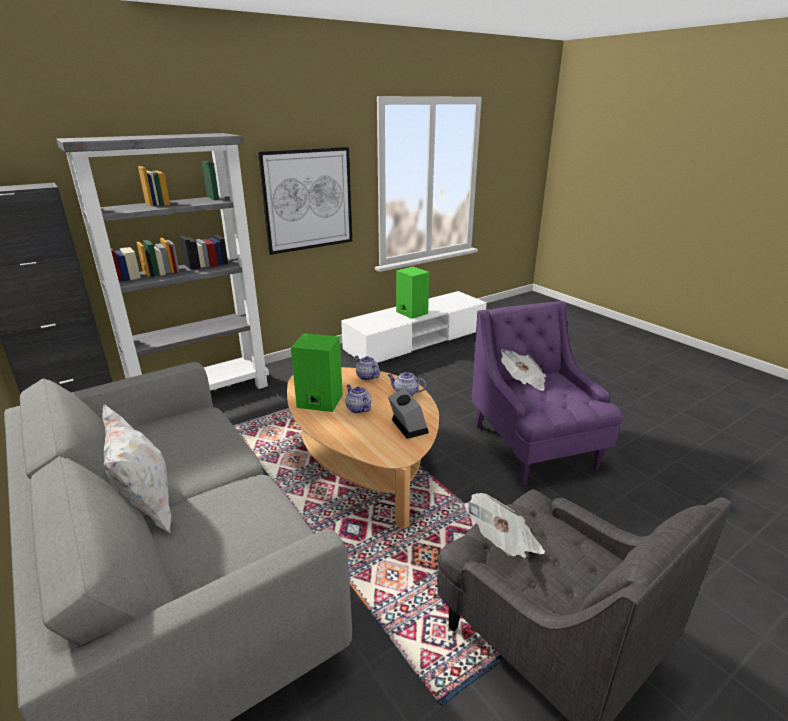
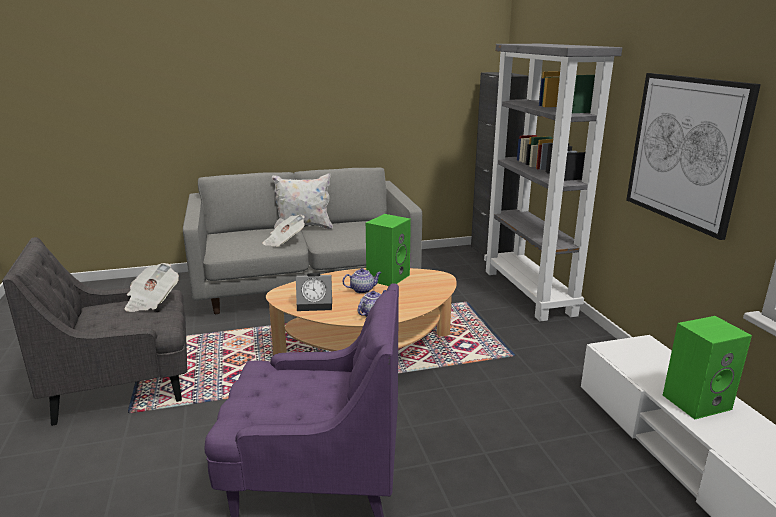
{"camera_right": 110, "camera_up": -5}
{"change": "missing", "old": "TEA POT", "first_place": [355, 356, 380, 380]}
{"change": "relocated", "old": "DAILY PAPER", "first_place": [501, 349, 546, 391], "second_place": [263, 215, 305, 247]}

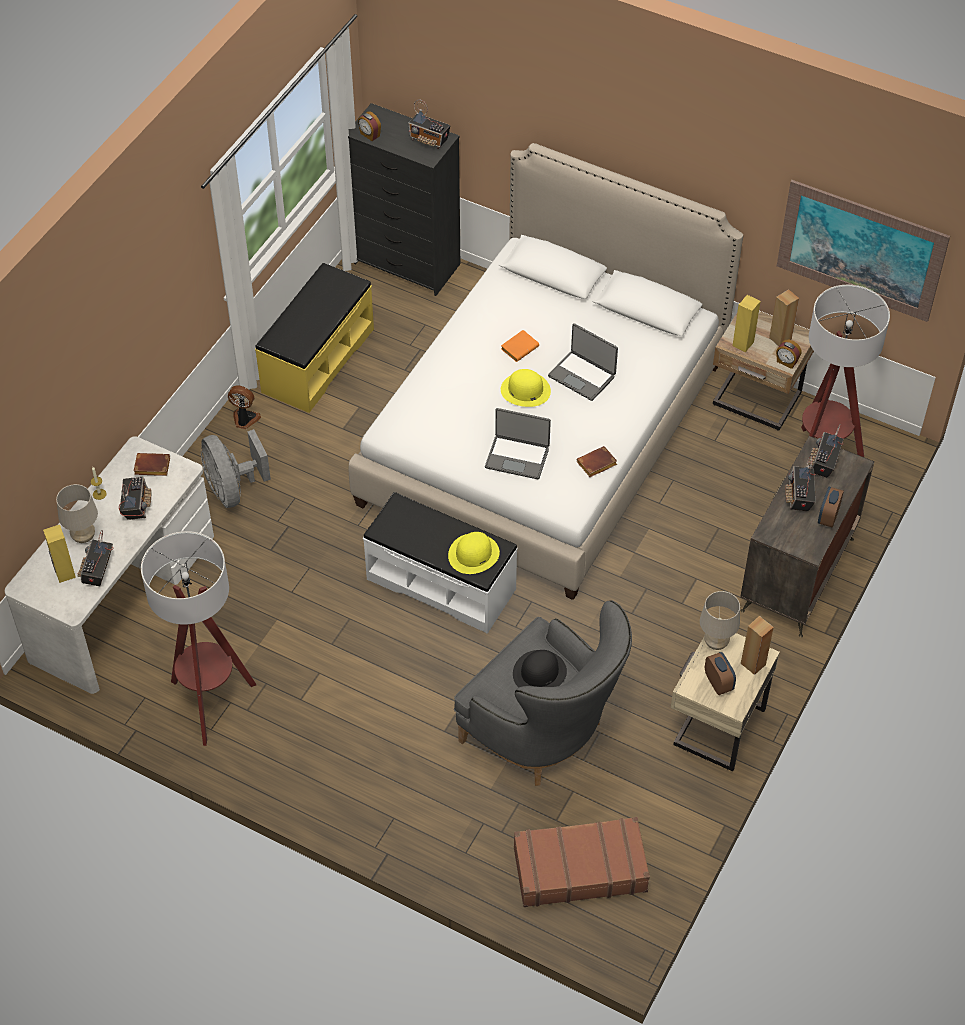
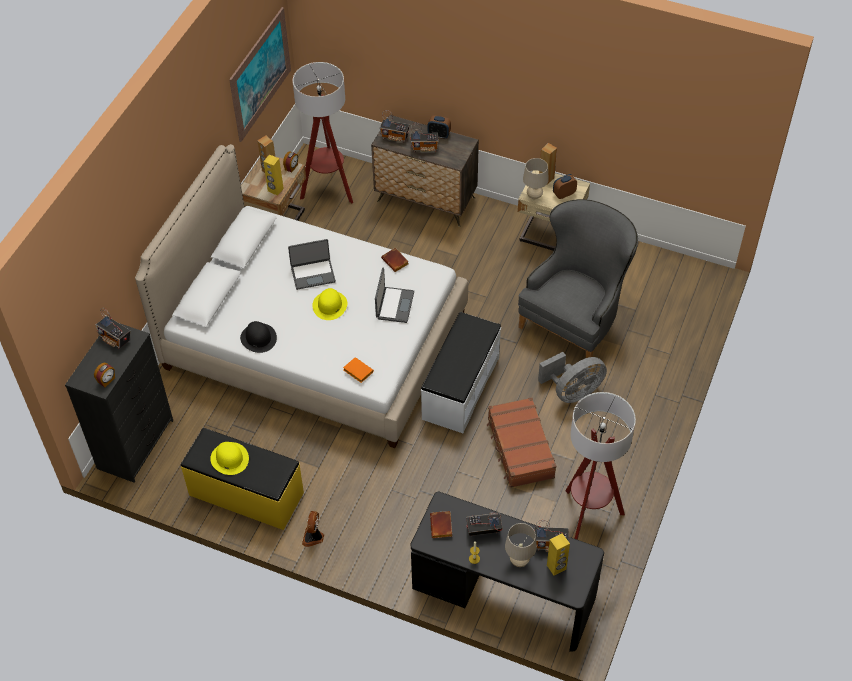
{"camera_right": -95, "camera_up": 0}
{"change": "colour", "old": "WHITE DESK UNIT", "new": "BLACK DESK UNIT", "first_place": [5, 436, 214, 694], "second_place": [411, 492, 604, 652]}
{"change": "relocated", "old": "GREYISH ELECTRIC FAN", "first_place": [201, 429, 271, 508], "second_place": [538, 352, 607, 403]}
{"change": "spun", "old": "RADIO RECEIVER", "first_place": [408, 99, 450, 149], "second_place": [96, 308, 130, 349], "degrees": 105}
{"change": "relocated", "old": "YELLOWISH HAT", "first_place": [448, 532, 500, 574], "second_place": [210, 442, 249, 475]}
{"change": "relocated", "old": "ORANGE-COLOURED BOUND BOOK", "first_place": [501, 330, 539, 362], "second_place": [343, 357, 374, 383]}
{"change": "relocated", "old": "BLACK HAT", "first_place": [513, 650, 567, 688], "second_place": [240, 321, 277, 353]}
{"change": "relocated", "old": "BROWN-COLOURED PIECE OF LUGGAGE", "first_place": [514, 817, 650, 907], "second_place": [487, 397, 556, 488]}
{"change": "spun", "old": "LAPTOP", "first_place": [548, 323, 618, 401], "second_place": [288, 239, 336, 290], "degrees": 45}

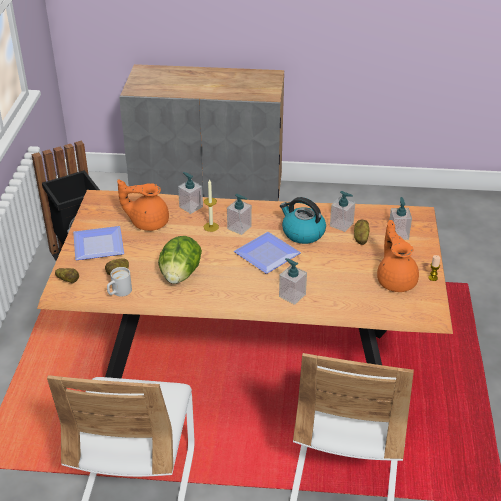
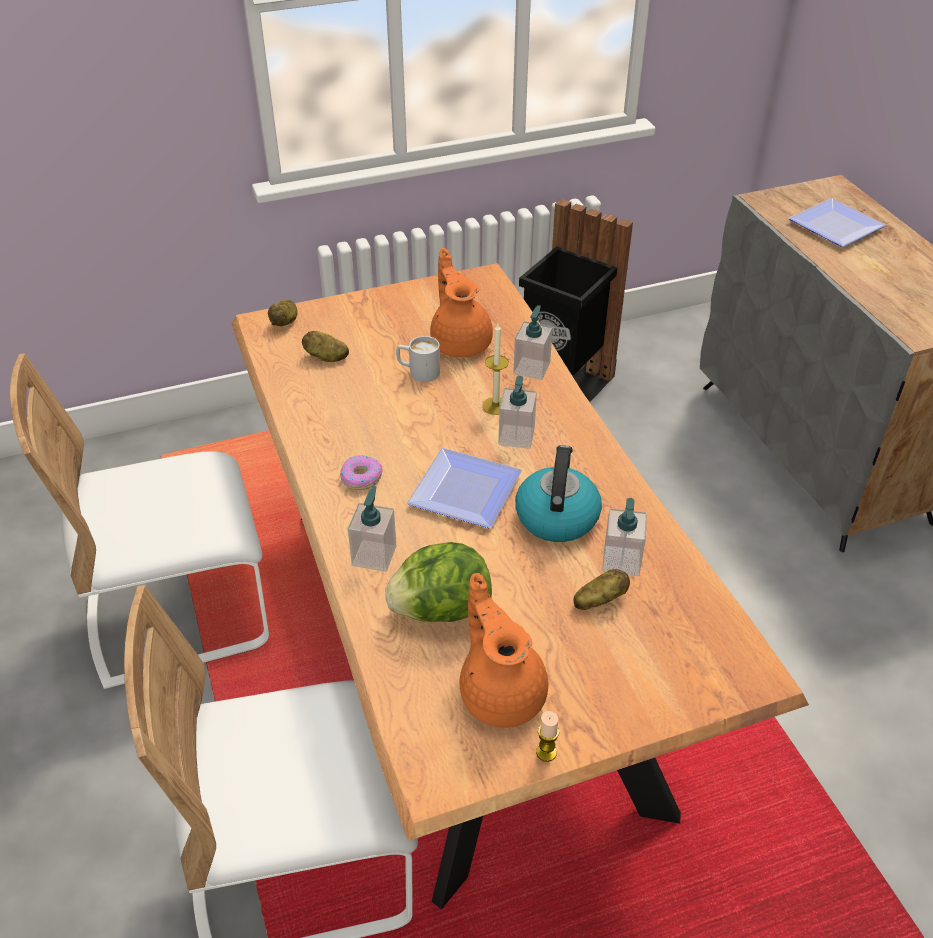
{"camera_right": 65, "camera_up": 5}
{"change": "relocated", "old": "PLATE", "first_place": [73, 226, 124, 260], "second_place": [788, 198, 886, 247]}
{"change": "relocated", "old": "WHITE TEA MUG", "first_place": [107, 267, 132, 296], "second_place": [396, 336, 440, 382]}
{"change": "relocated", "old": "LETTUCE", "first_place": [158, 236, 202, 284], "second_place": [385, 542, 492, 622]}
{"change": "spun", "old": "ORANGE-COLOURED TEA POT", "first_place": [377, 220, 419, 292], "second_place": [460, 573, 549, 728], "degrees": -75}
{"change": "missing", "old": "SOAP DISPENSER", "first_place": [389, 197, 412, 240]}
{"change": "appeared", "new": "RING DOUGHNUT", "second_place": [340, 455, 383, 490]}

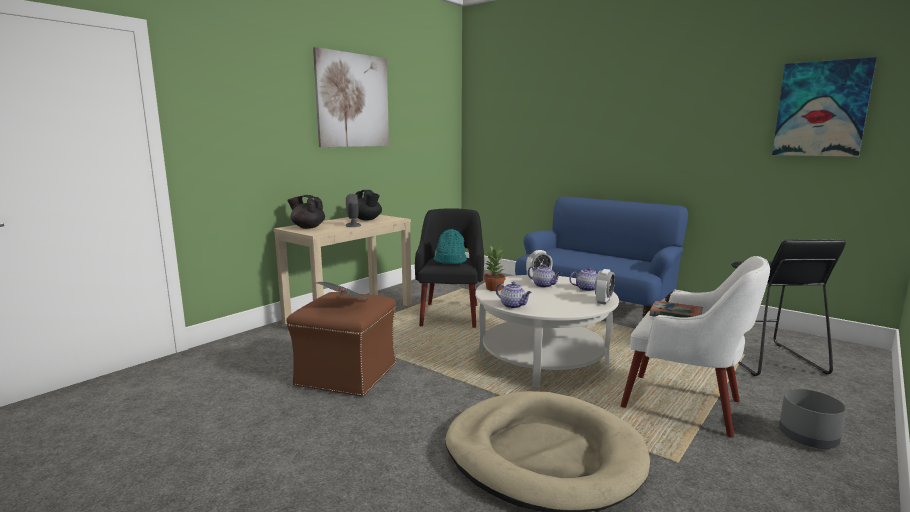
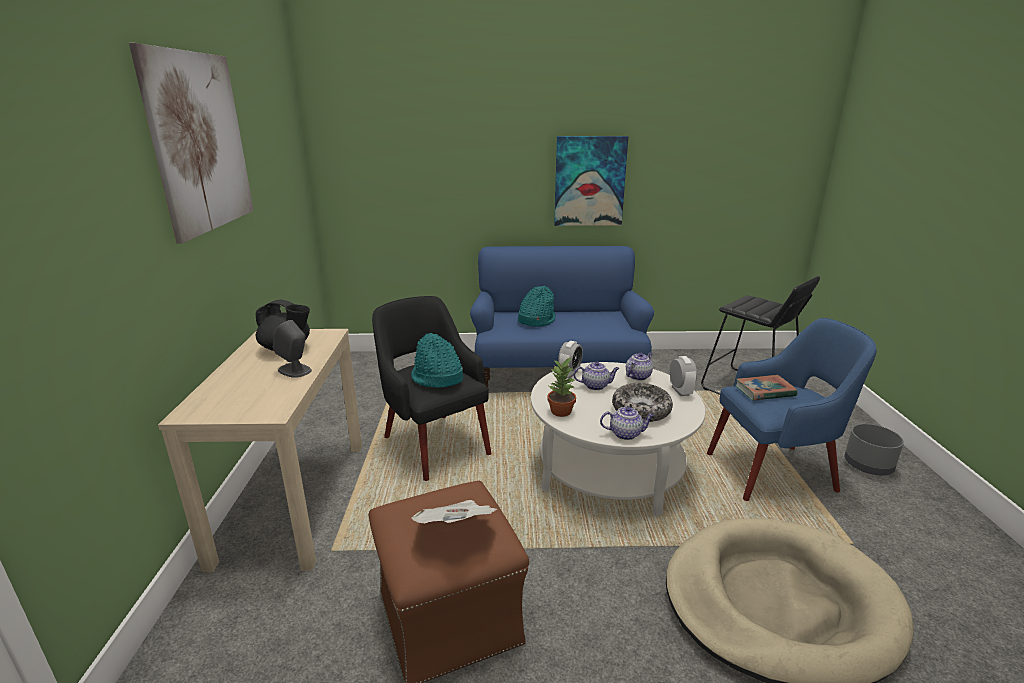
{"camera_right": -40, "camera_up": 10}
{"change": "missing", "old": "BLACK TEA POT", "first_place": [287, 195, 325, 229]}
{"change": "colour", "old": "WHITE ARMCHAIR", "new": "BLUE-COLOURED ARMCHAIR", "first_place": [620, 256, 770, 438], "second_place": [707, 318, 877, 501]}
{"change": "relocated", "old": "WALL ART", "first_place": [772, 57, 877, 157], "second_place": [554, 136, 628, 226]}
{"change": "appeared", "new": "BLUE-GREEN HAT", "second_place": [518, 286, 556, 327]}
{"change": "appeared", "new": "BOWL", "second_place": [612, 383, 673, 422]}

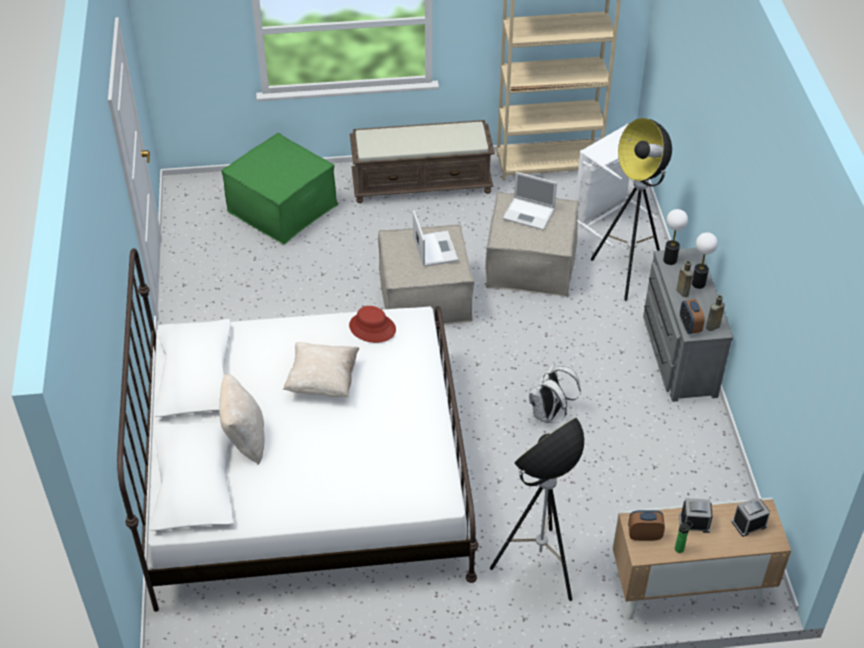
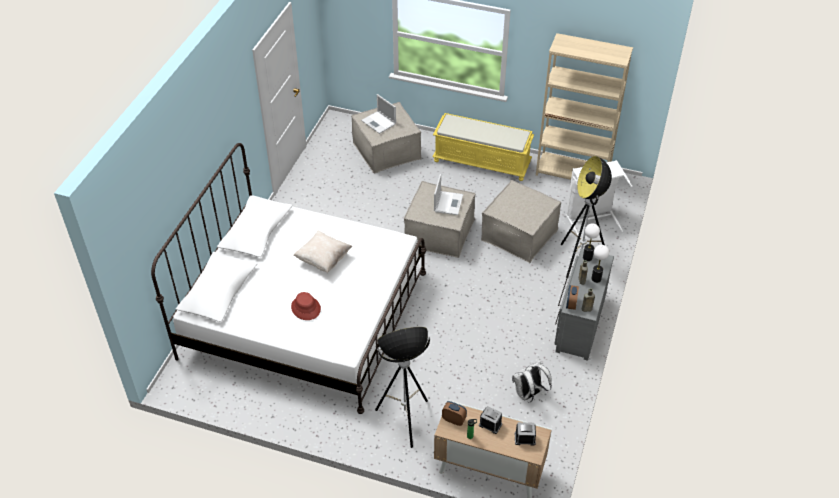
{"camera_right": 25, "camera_up": 0}
{"change": "missing", "old": "SAND-COLOURED THROW PILLOW", "first_place": [219, 373, 264, 465]}
{"change": "colour", "old": "GREENISH POUFFE", "new": "SAND-COLOURED POUFFE", "first_place": [221, 133, 338, 244], "second_place": [351, 102, 422, 173]}
{"change": "relocated", "old": "REDDISH HAT", "first_place": [349, 306, 396, 343], "second_place": [291, 292, 321, 320]}
{"change": "colour", "old": "BROWN-COLOURED INDOOR BENCH", "new": "YELLOWISH INDOOR BENCH", "first_place": [350, 120, 495, 203], "second_place": [433, 113, 534, 181]}
{"change": "relocated", "old": "LAPTOP", "first_place": [503, 172, 557, 230], "second_place": [361, 94, 396, 134]}
{"change": "relocated", "old": "WHITE KNAPSACK", "first_place": [529, 362, 581, 423], "second_place": [512, 360, 552, 402]}

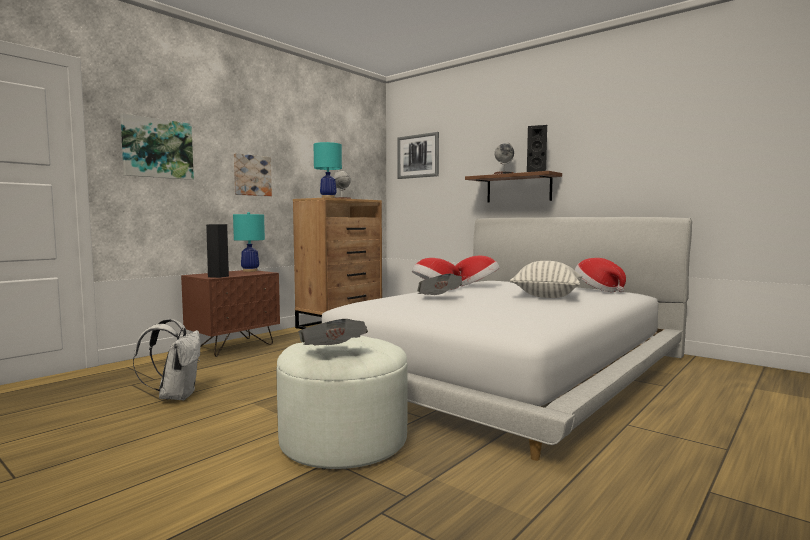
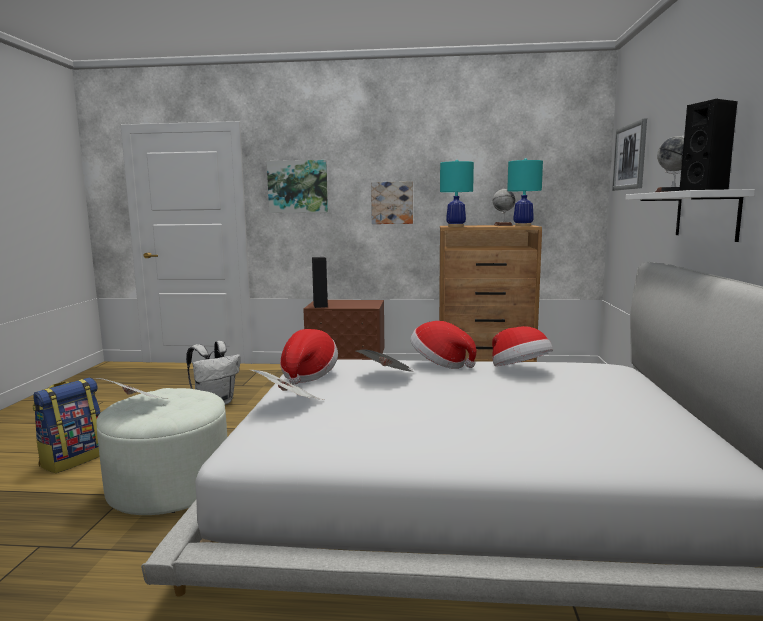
{"camera_right": 55, "camera_up": 5}
{"change": "relocated", "old": "BLUE-GREEN LAMP FOR A TABLE", "first_place": [233, 212, 265, 272], "second_place": [507, 158, 543, 227]}
{"change": "colour", "old": "BROWN-COLOURED SHELF", "new": "WHITE SHELF", "first_place": [465, 171, 562, 202], "second_place": [625, 189, 755, 242]}
{"change": "missing", "old": "THROW PILLOW", "first_place": [510, 261, 583, 298]}
{"change": "relocated", "old": "HAT", "first_place": [575, 258, 626, 292], "second_place": [280, 329, 338, 385]}
{"change": "appeared", "new": "KNAPSACK", "second_place": [32, 378, 101, 473]}
{"change": "appeared", "new": "DAILY PAPER", "second_place": [251, 370, 324, 400]}

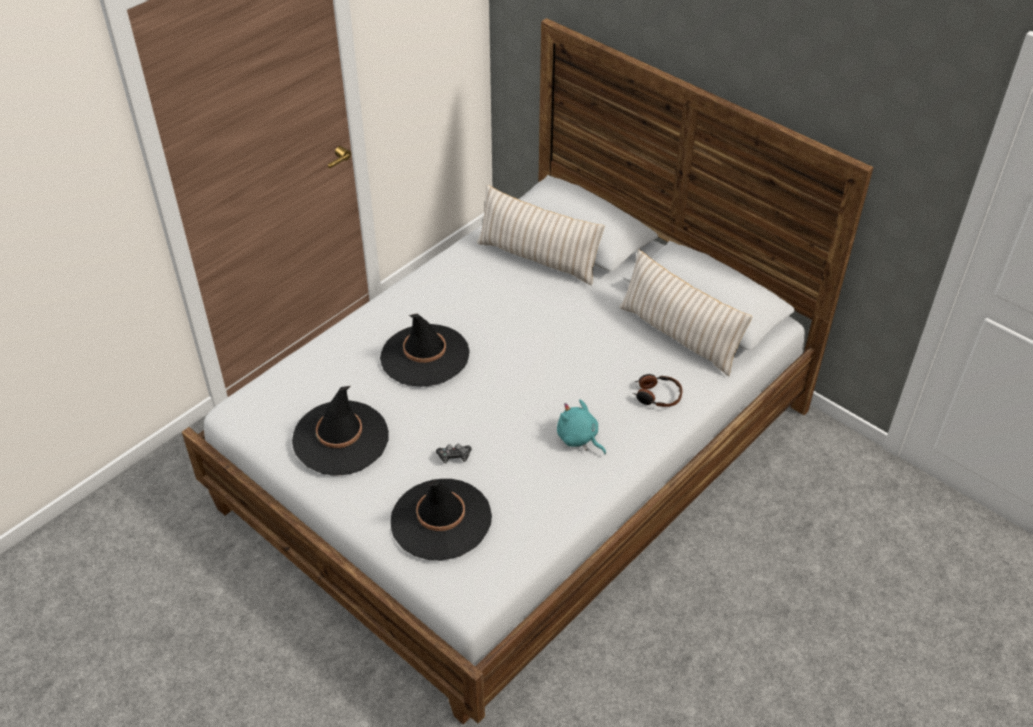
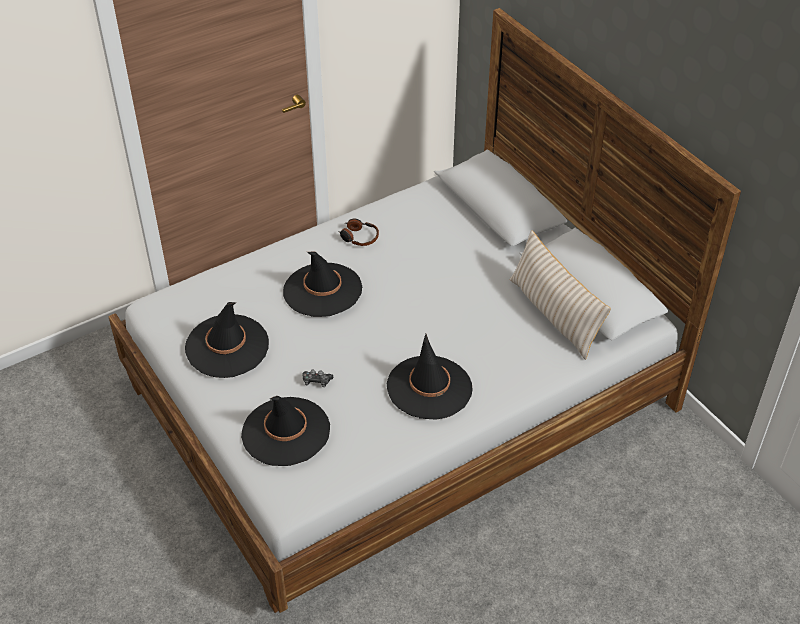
{"camera_right": 15, "camera_up": 0}
{"change": "missing", "old": "SAND-COLOURED THROW PILLOW", "first_place": [477, 185, 604, 285]}
{"change": "exchanged", "old": "BLUE-GREEN PLUSH TOY", "new": "BLACK HAT", "first_place": [557, 399, 606, 454], "second_place": [387, 334, 473, 419]}
{"change": "relocated", "old": "PAIR OF HEADPHONES", "first_place": [633, 374, 682, 407], "second_place": [338, 219, 379, 246]}

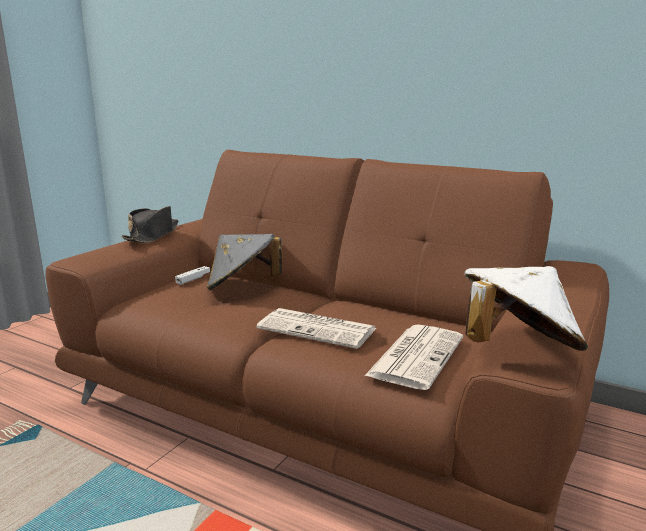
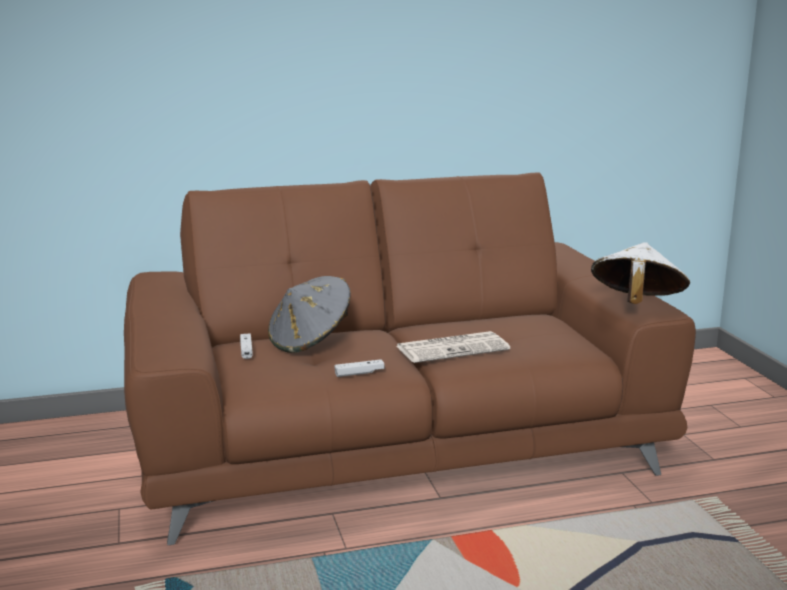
{"camera_right": -45, "camera_up": 0}
{"change": "missing", "old": "BLACK HAT", "first_place": [121, 206, 179, 243]}
{"change": "missing", "old": "DAILY PAPER", "first_place": [365, 324, 463, 390]}
{"change": "appeared", "new": "WHITE GAMEPAD", "second_place": [334, 359, 385, 377]}

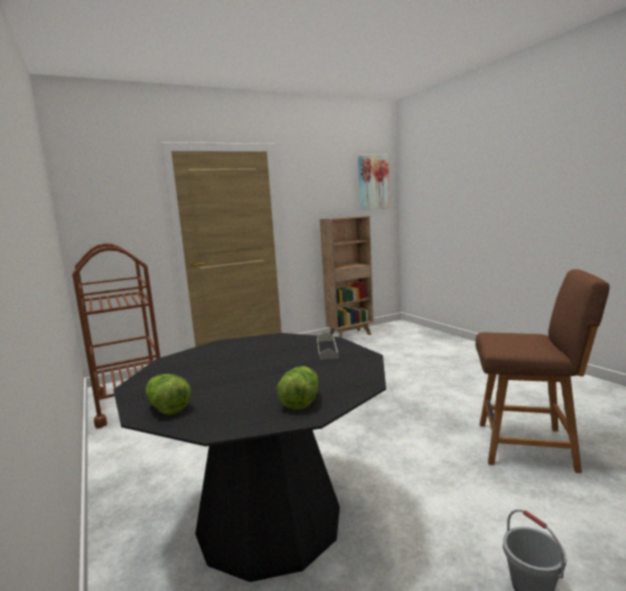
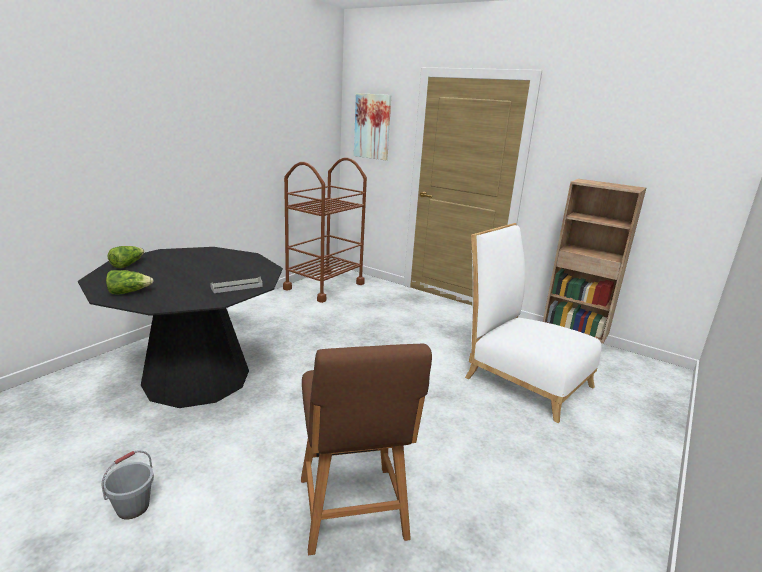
{"camera_right": 60, "camera_up": 10}
{"change": "relocated", "old": "WALL ART", "first_place": [358, 155, 390, 210], "second_place": [354, 93, 391, 160]}
{"change": "appeared", "new": "WHITE CHAIR", "second_place": [465, 223, 602, 423]}

